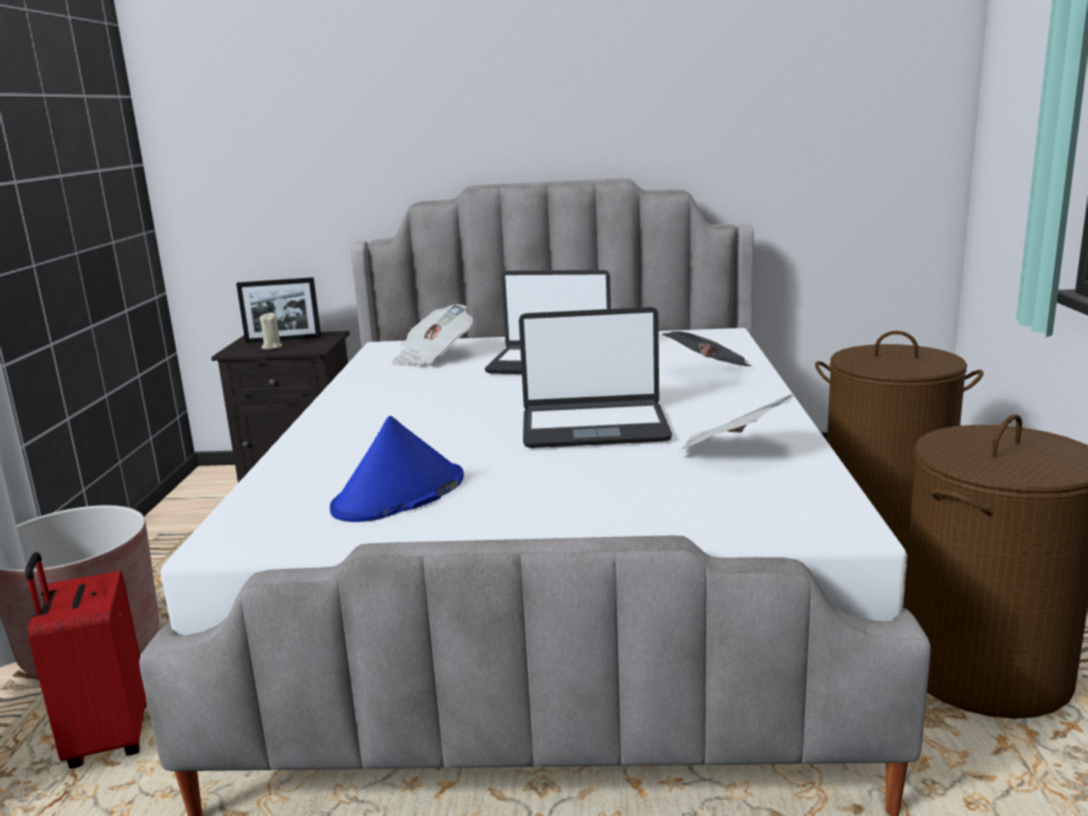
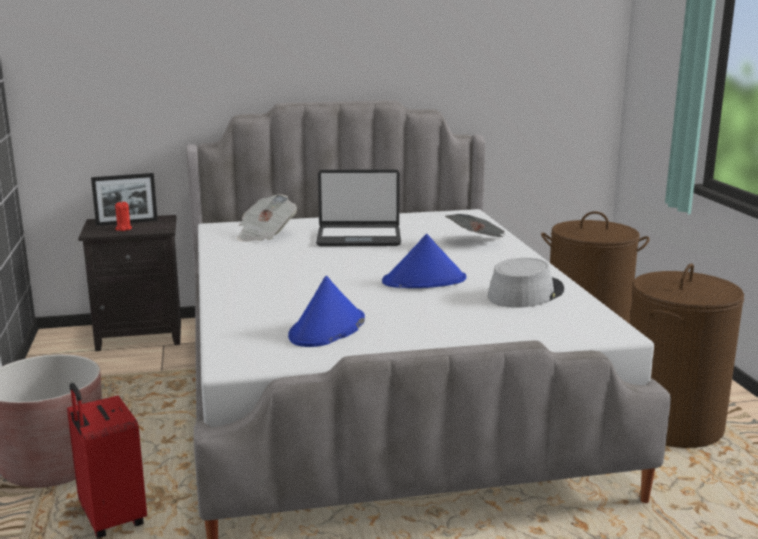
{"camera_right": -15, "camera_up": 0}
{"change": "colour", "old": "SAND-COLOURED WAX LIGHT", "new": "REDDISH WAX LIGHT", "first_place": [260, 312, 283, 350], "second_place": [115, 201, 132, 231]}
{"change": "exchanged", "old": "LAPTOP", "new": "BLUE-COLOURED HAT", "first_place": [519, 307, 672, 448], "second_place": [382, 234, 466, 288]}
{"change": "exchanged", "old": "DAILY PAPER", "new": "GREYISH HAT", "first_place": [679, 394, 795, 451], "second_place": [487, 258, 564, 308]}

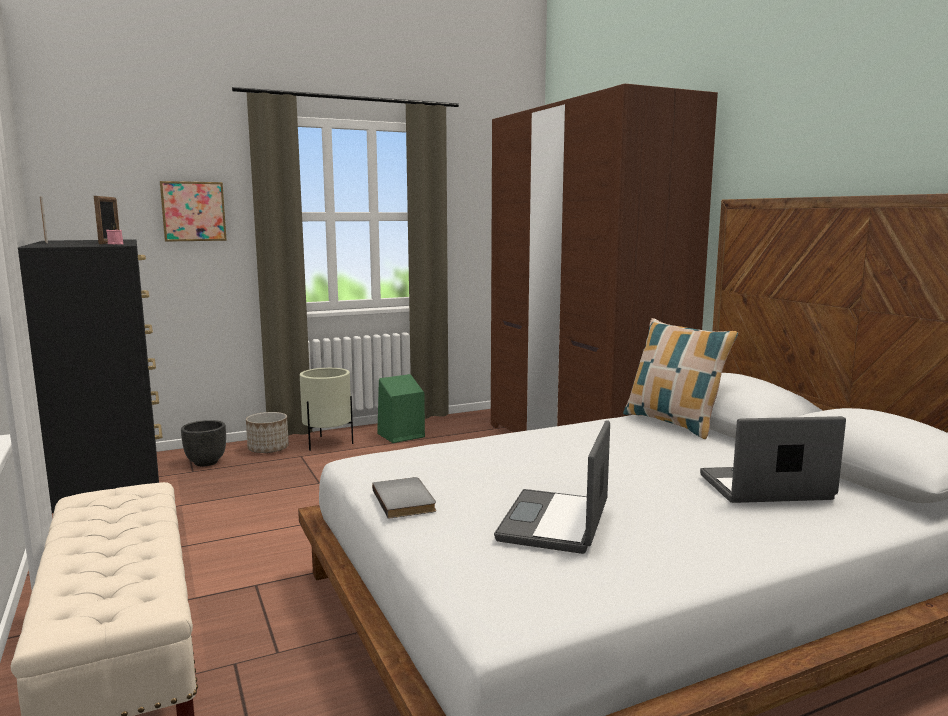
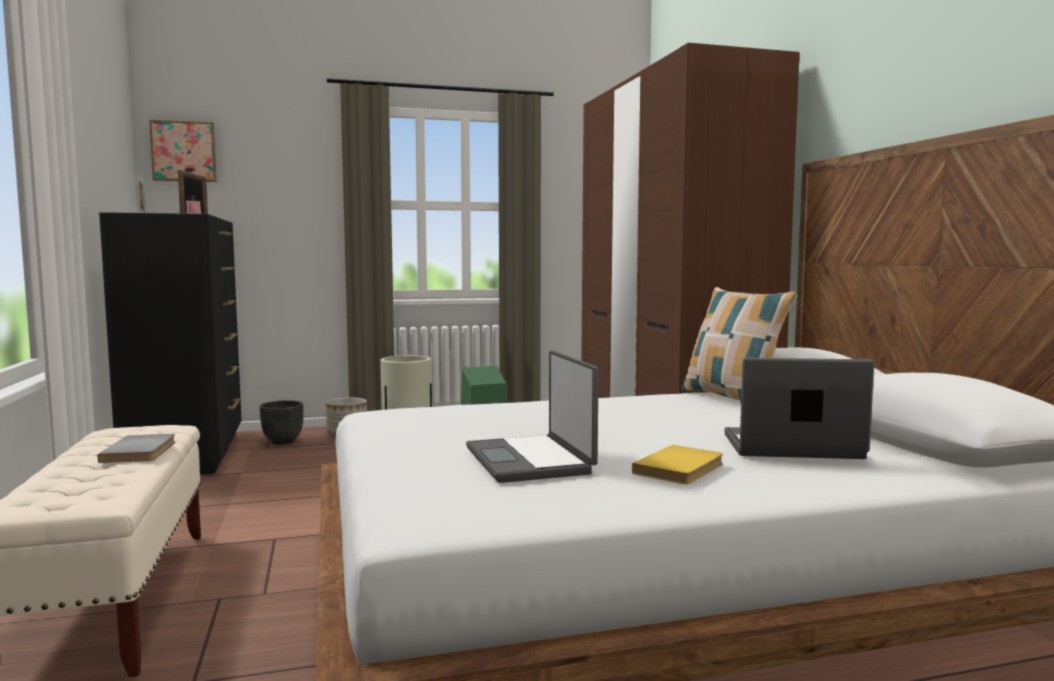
{"camera_right": 10, "camera_up": -5}
{"change": "relocated", "old": "WALL ART", "first_place": [160, 181, 227, 242], "second_place": [149, 119, 217, 182]}
{"change": "relocated", "old": "GREYISH BOUND BOOK", "first_place": [372, 477, 436, 519], "second_place": [98, 434, 175, 463]}
{"change": "spun", "old": "LAPTOP", "first_place": [494, 420, 610, 554], "second_place": [466, 351, 599, 483], "degrees": -45}
{"change": "appeared", "new": "YELLOWISH BOUND BOOK", "second_place": [632, 445, 723, 484]}

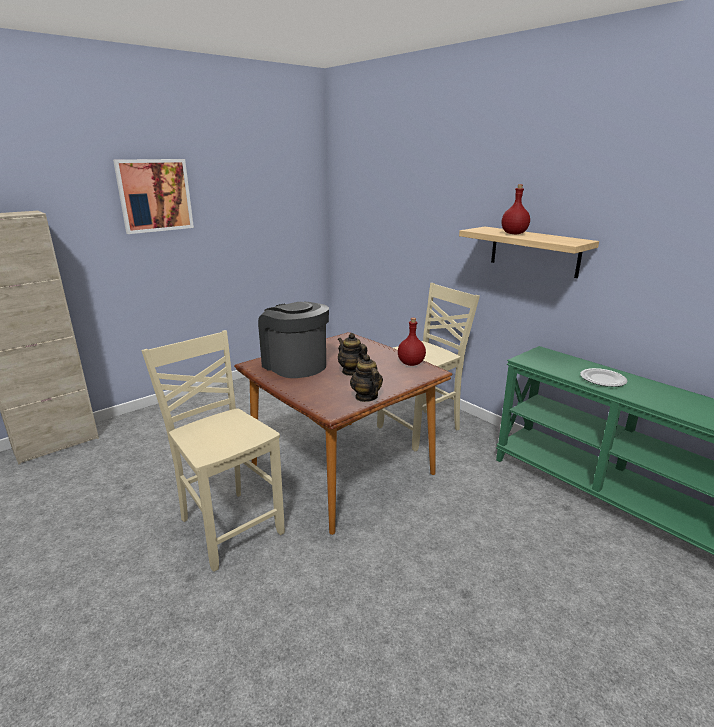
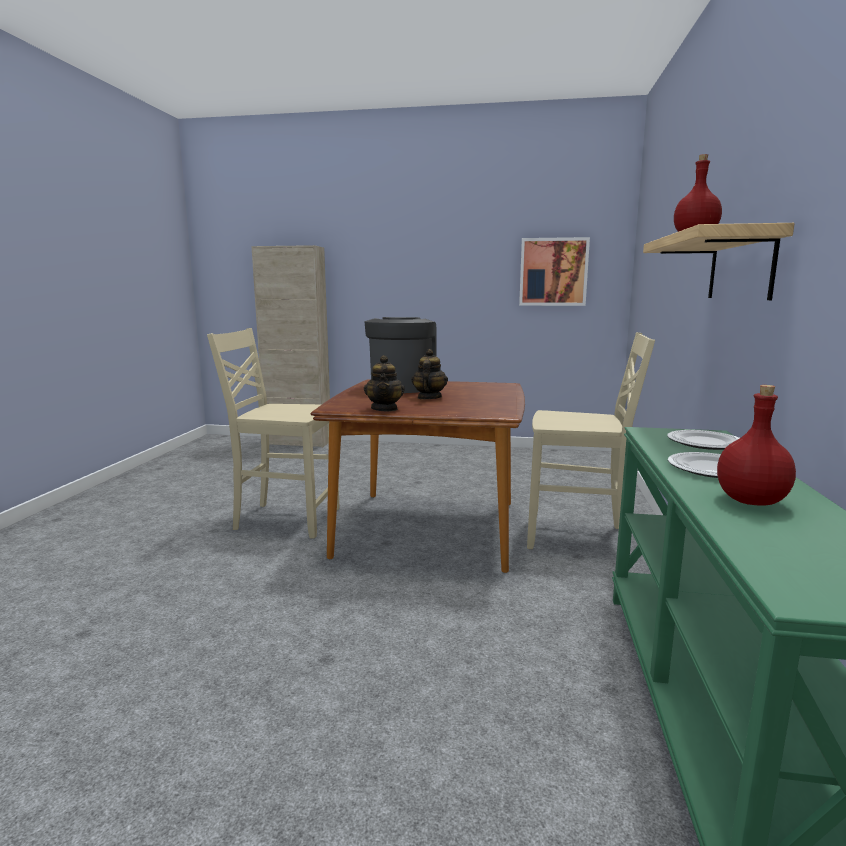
{"camera_right": 50, "camera_up": -10}
{"change": "relocated", "old": "WALL ART", "first_place": [113, 159, 194, 234], "second_place": [519, 237, 590, 306]}
{"change": "spun", "old": "SAND-COLOURED CHAIR", "first_place": [142, 330, 285, 572], "second_place": [207, 328, 339, 538], "degrees": -90}
{"change": "spun", "old": "TEA POT", "first_place": [350, 354, 383, 402], "second_place": [364, 355, 405, 412], "degrees": 150}
{"change": "relocated", "old": "REDDISH BOTTLE", "first_place": [398, 318, 426, 366], "second_place": [717, 385, 796, 506]}
{"change": "appeared", "new": "PLATE", "second_place": [667, 430, 740, 450]}

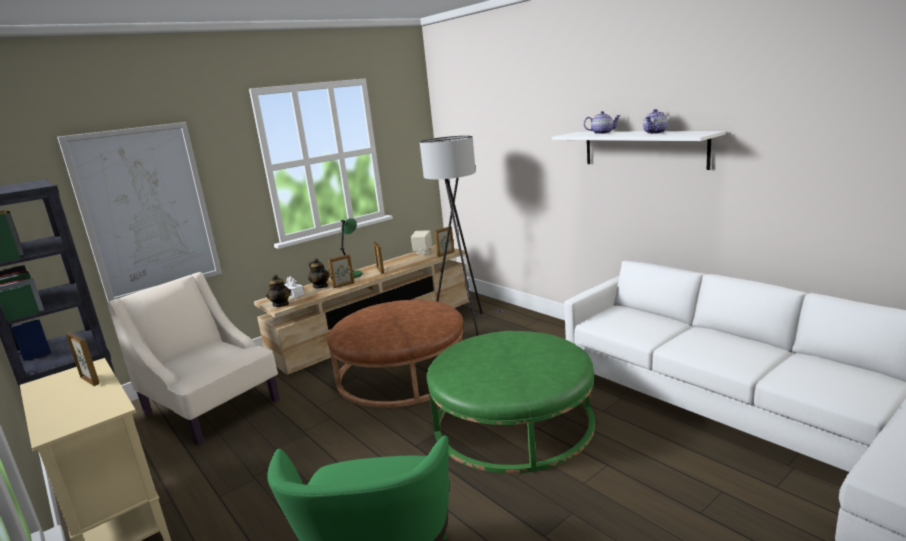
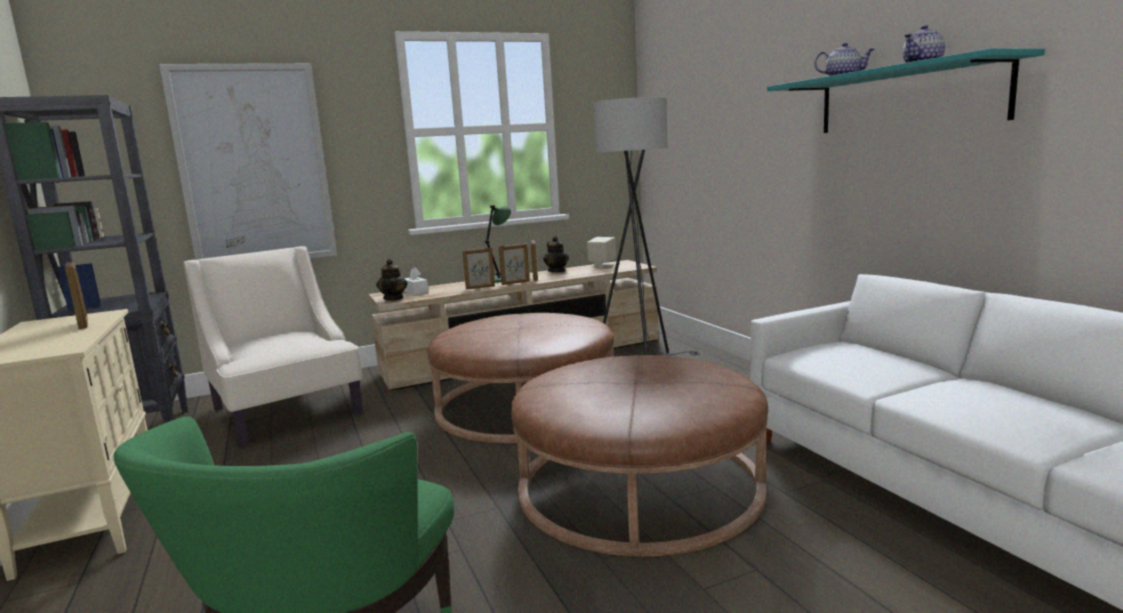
{"camera_right": 15, "camera_up": -5}
{"change": "relocated", "old": "TEA POT", "first_place": [308, 258, 330, 288], "second_place": [543, 236, 569, 272]}
{"change": "colour", "old": "GREENISH POUFFE", "new": "BROWN-COLOURED POUFFE", "first_place": [427, 331, 595, 473], "second_place": [511, 355, 768, 556]}
{"change": "relocated", "old": "PICTURE FRAME", "first_place": [434, 226, 454, 257], "second_place": [499, 244, 530, 285]}
{"change": "colour", "old": "WHITE SHELF", "new": "BLUE-GREEN SHELF", "first_place": [552, 131, 726, 170], "second_place": [767, 48, 1045, 133]}

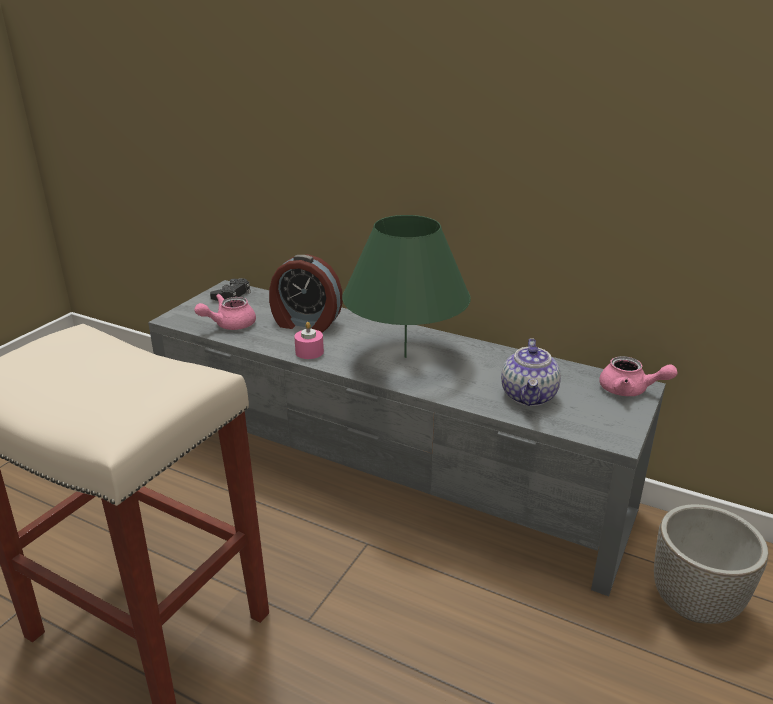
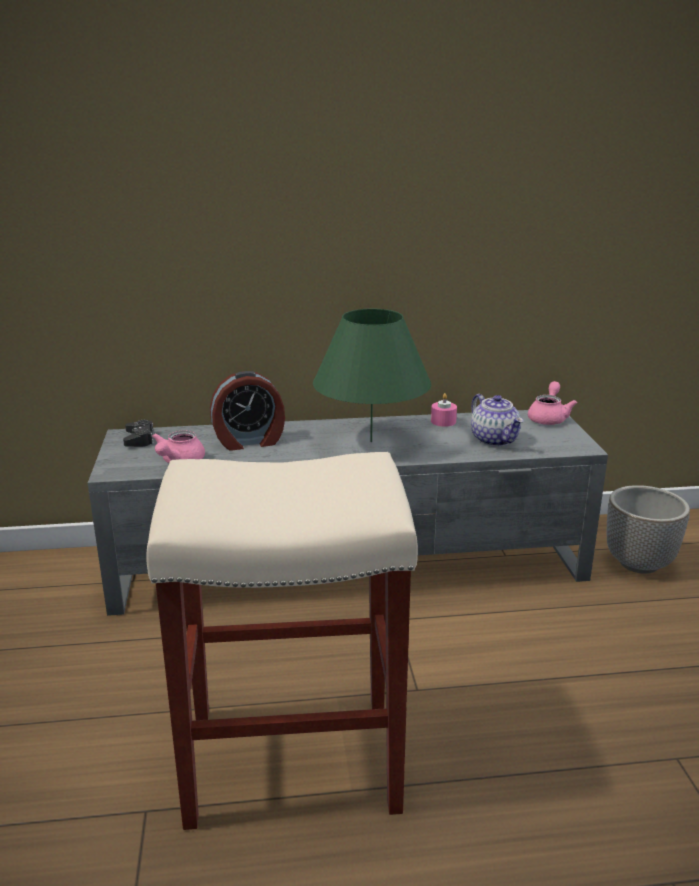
{"camera_right": -35, "camera_up": -5}
{"change": "relocated", "old": "PINK-COLOURED WAX LIGHT", "first_place": [294, 322, 324, 359], "second_place": [431, 393, 457, 427]}
{"change": "spun", "old": "PINK-COLOURED TEA POT", "first_place": [599, 356, 678, 396], "second_place": [528, 381, 577, 425], "degrees": -60}

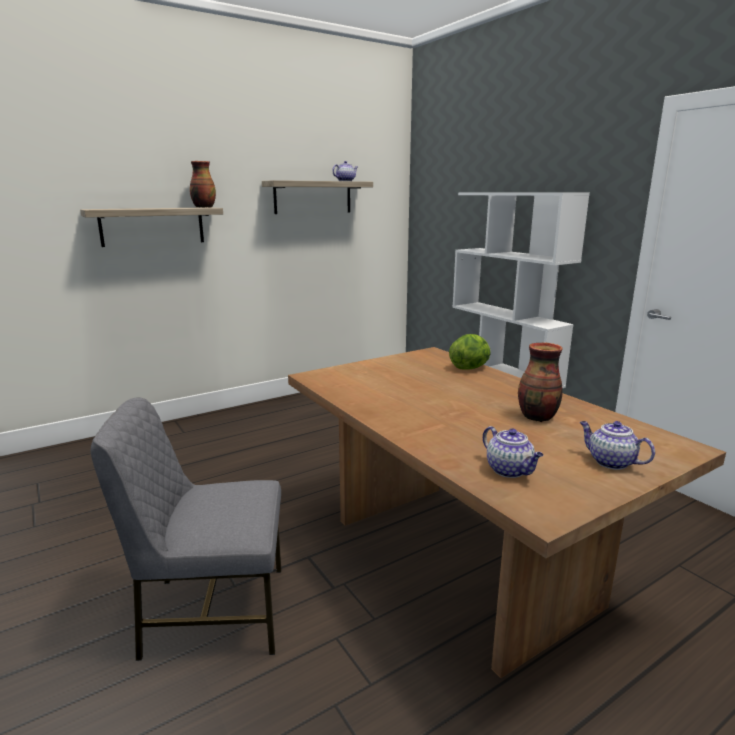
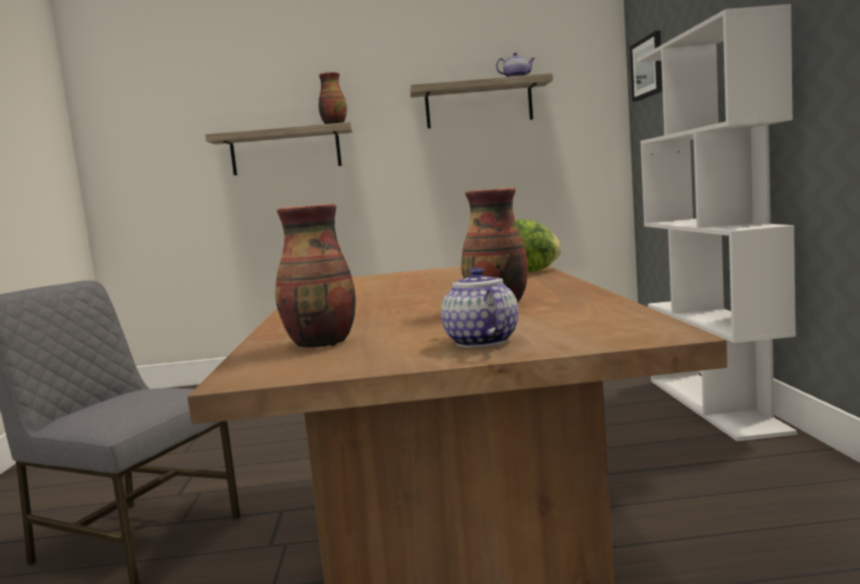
{"camera_right": 30, "camera_up": -10}
{"change": "exchanged", "old": "TEA POT", "new": "DECORATIVE VASE", "first_place": [483, 426, 544, 478], "second_place": [275, 204, 356, 347]}
{"change": "appeared", "new": "WALL ART", "second_place": [630, 30, 663, 102]}

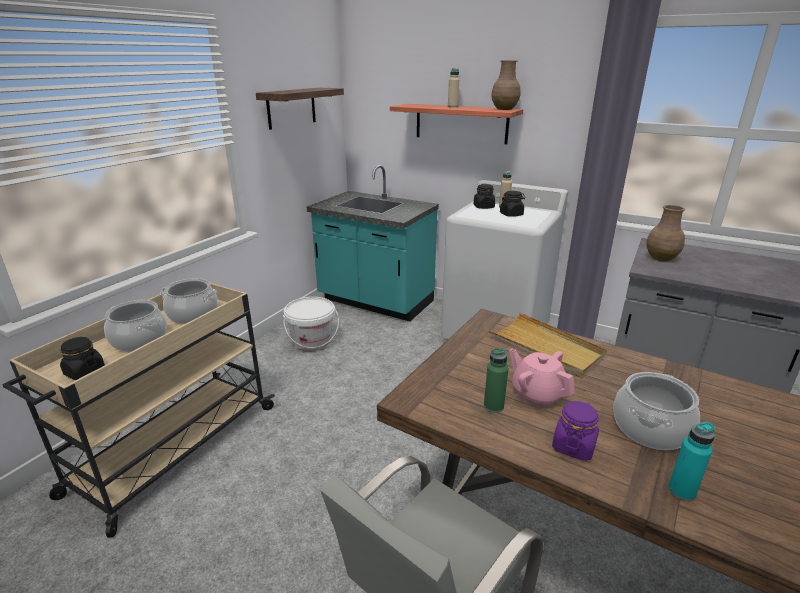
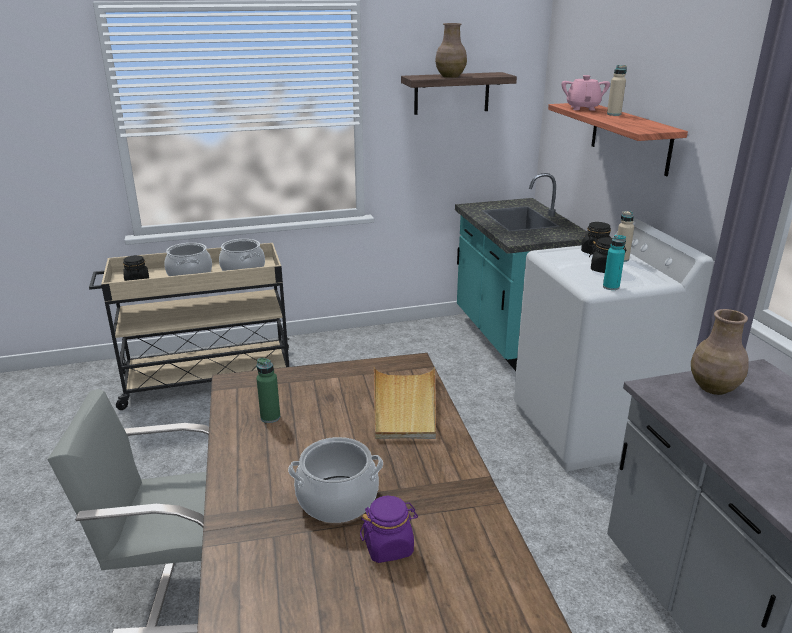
{"camera_right": 45, "camera_up": 0}
{"change": "missing", "old": "WHITE BUCKET", "first_place": [283, 297, 339, 351]}
{"change": "relocated", "old": "BROWN-COLOURED DECORATIVE VASE", "first_place": [491, 60, 521, 110], "second_place": [435, 23, 467, 78]}
{"change": "relocated", "old": "PINK-COLOURED TEA POT", "first_place": [509, 349, 575, 408], "second_place": [561, 75, 610, 111]}
{"change": "relocated", "old": "PURPLE-COLOURED STORAGE JAR", "first_place": [552, 401, 599, 461], "second_place": [360, 495, 418, 563]}
{"change": "relocated", "old": "BLUE-GREEN BOTTLE", "first_place": [668, 422, 715, 501], "second_place": [603, 235, 626, 290]}

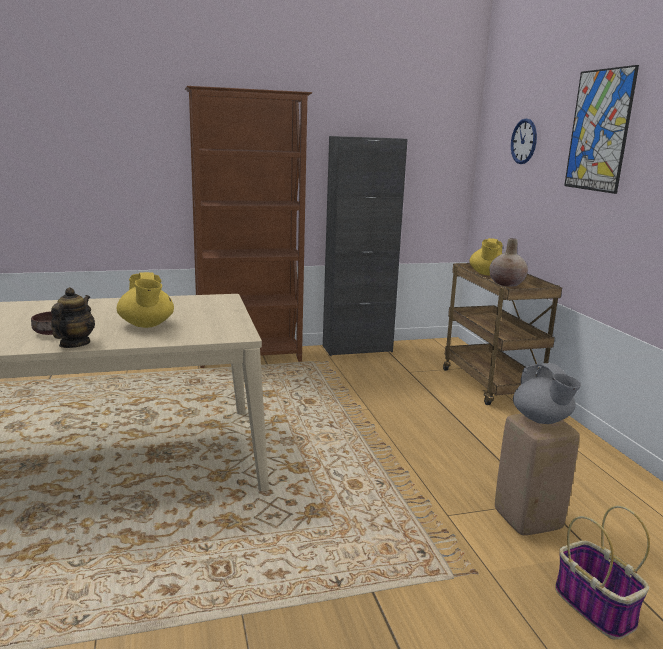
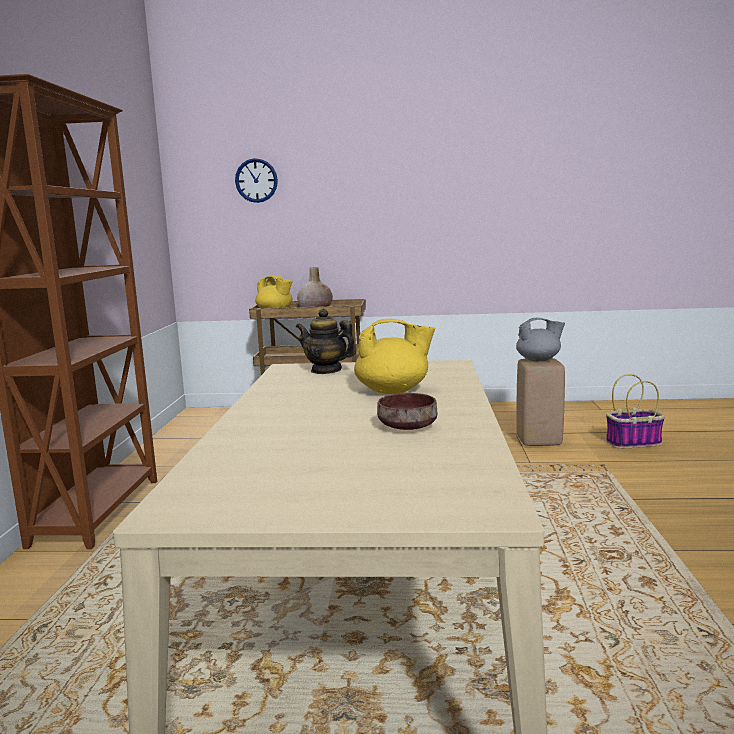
{"camera_right": -70, "camera_up": -5}
{"change": "relocated", "old": "TEA POT", "first_place": [51, 287, 95, 348], "second_place": [296, 308, 356, 374]}
{"change": "missing", "old": "BLACK STORAGE CABINET", "first_place": [323, 136, 407, 356]}
{"change": "missing", "old": "WALL ART", "first_place": [564, 65, 639, 194]}

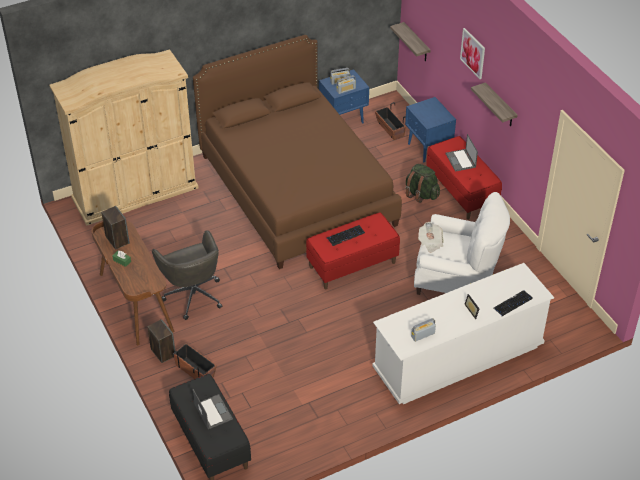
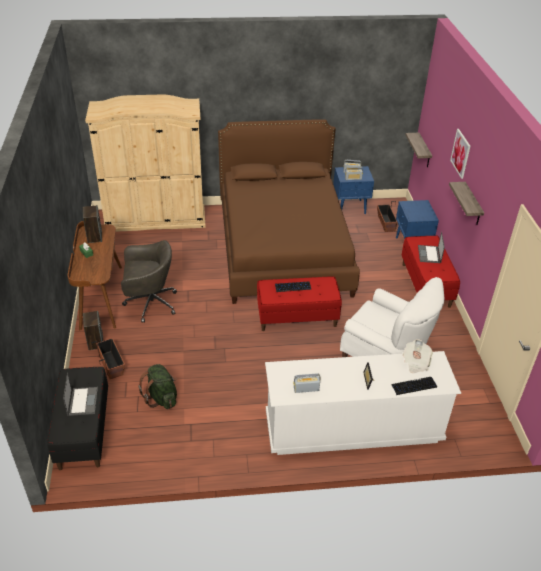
{"camera_right": 20, "camera_up": -5}
{"change": "spun", "old": "GREYISH DESK CHAIR", "first_place": [152, 230, 222, 320], "second_place": [121, 240, 177, 323], "degrees": -90}
{"change": "relocated", "old": "GREENISH KNAPSACK", "first_place": [405, 164, 440, 203], "second_place": [138, 364, 177, 409]}
{"change": "relocated", "old": "DAILY PAPER", "first_place": [418, 222, 444, 253], "second_place": [403, 339, 433, 373]}

